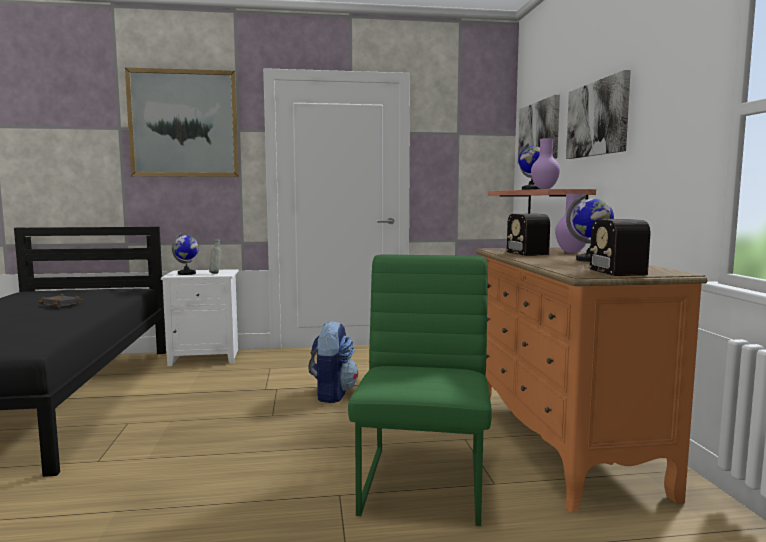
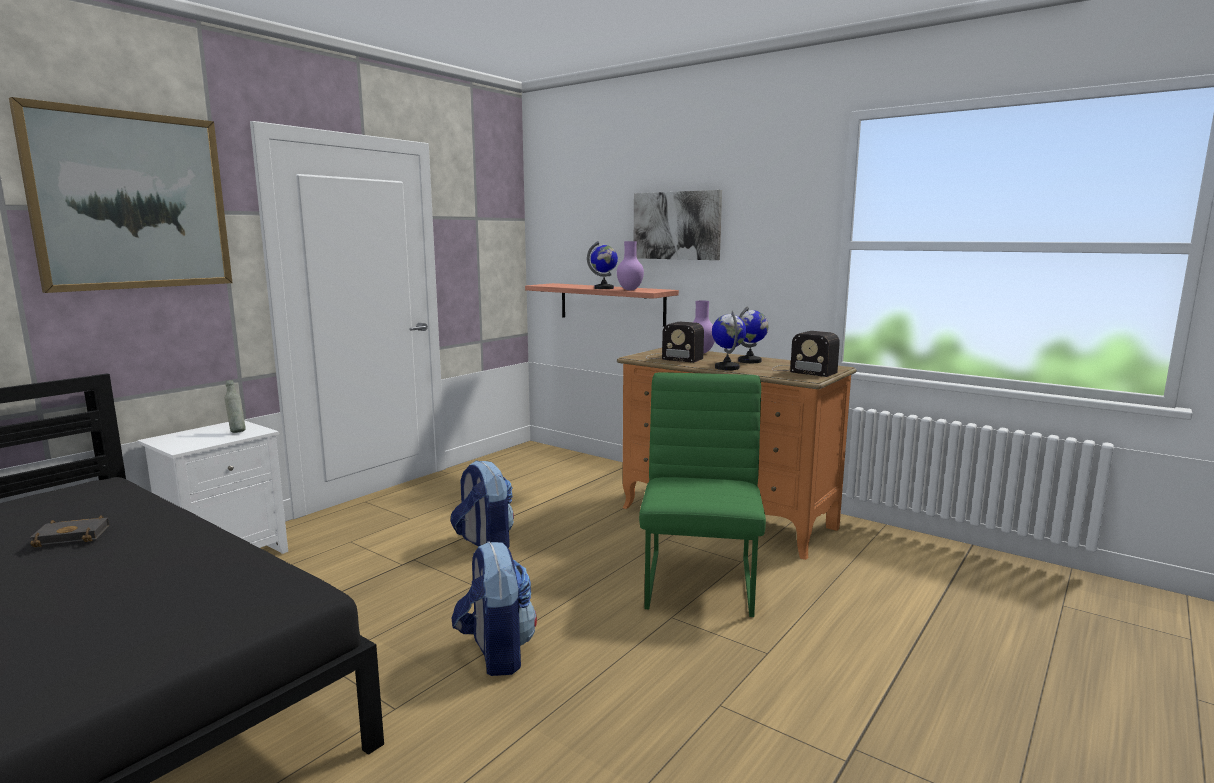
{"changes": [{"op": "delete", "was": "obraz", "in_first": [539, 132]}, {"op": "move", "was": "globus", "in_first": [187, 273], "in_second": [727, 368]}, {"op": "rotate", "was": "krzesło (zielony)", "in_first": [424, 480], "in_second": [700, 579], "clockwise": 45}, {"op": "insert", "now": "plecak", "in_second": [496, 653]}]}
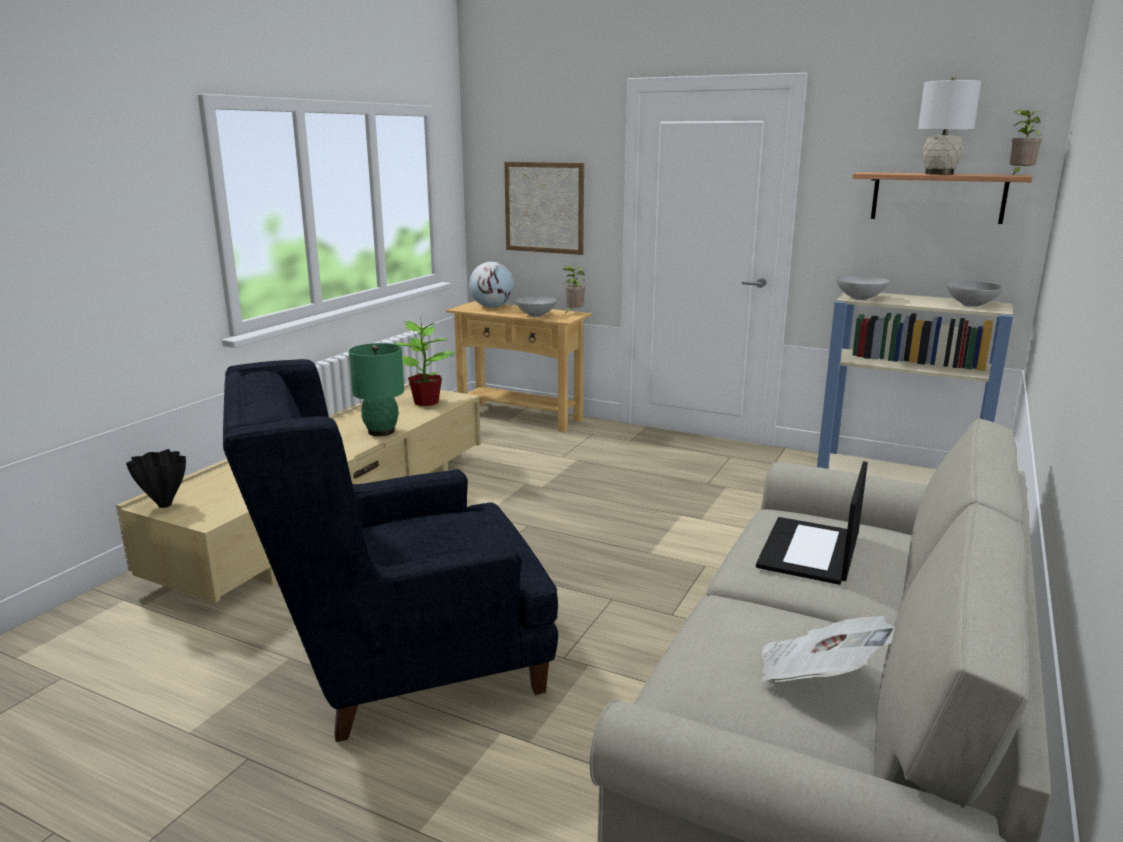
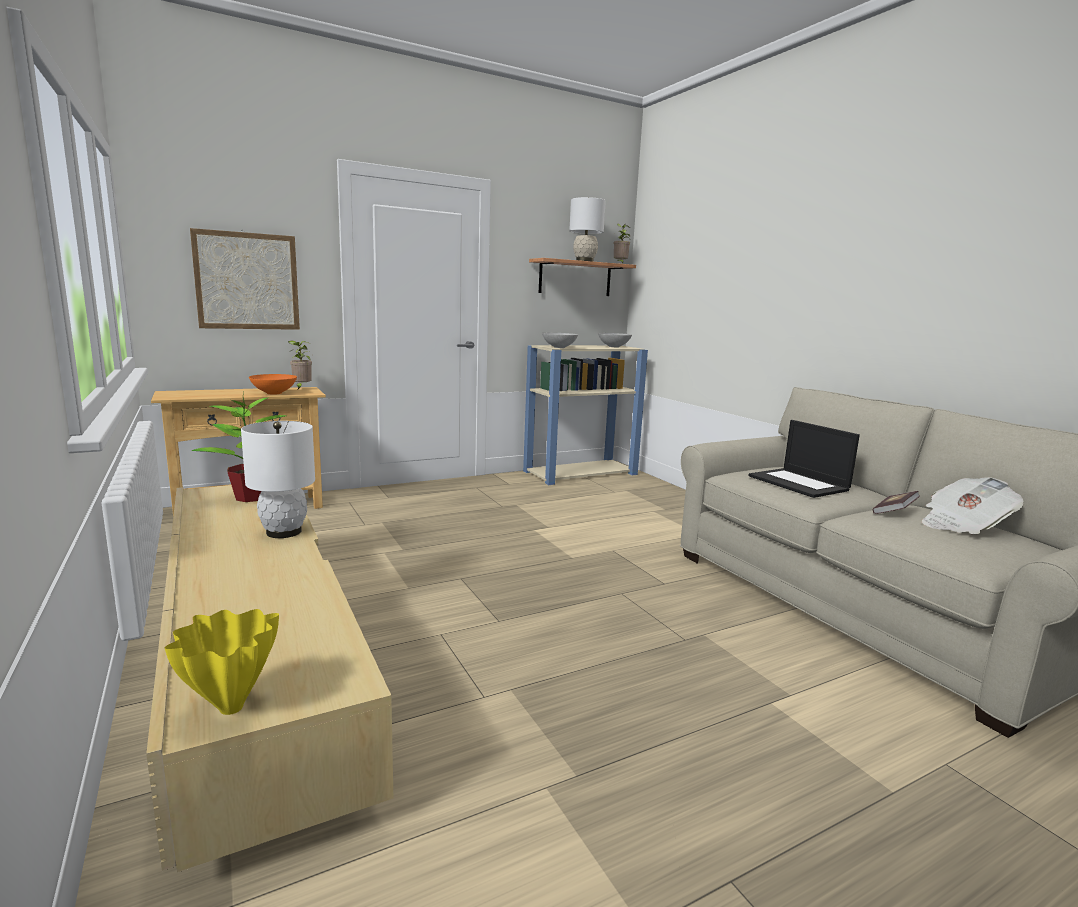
{"changes": [{"op": "delete", "was": "globus", "in_first": [492, 307]}, {"op": "recolor", "was": "miska (szary)", "now": "miska (pomarańczowy)", "in_first": [536, 315], "in_second": [274, 393]}, {"op": "recolor", "was": "lampa stołowa (zielony)", "now": "lampa stołowa (biały)", "in_first": [381, 432], "in_second": [284, 532]}, {"op": "delete", "was": "fotel (niebieski)", "in_first": [400, 664]}, {"op": "recolor", "was": "wazon (czarny)", "now": "wazon (żółty)", "in_first": [164, 505], "in_second": [229, 708]}, {"op": "insert", "now": "książka", "in_second": [894, 512]}]}
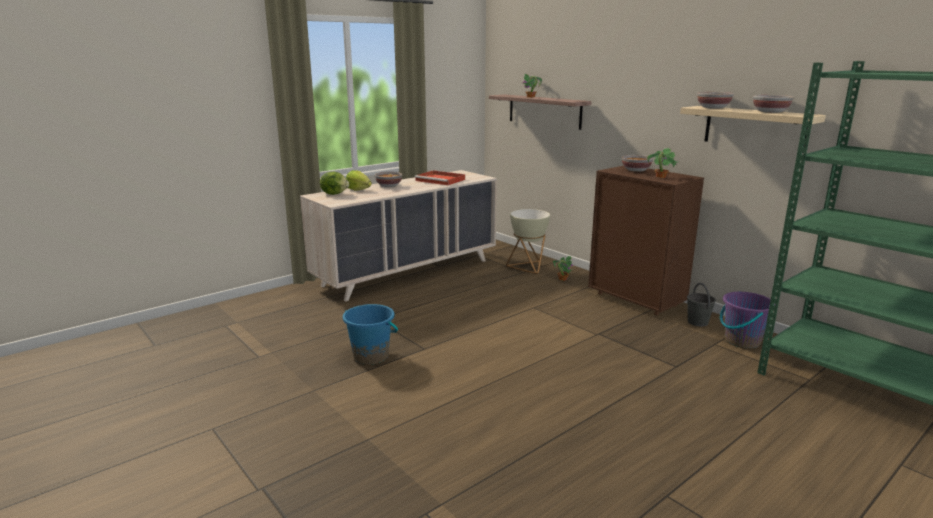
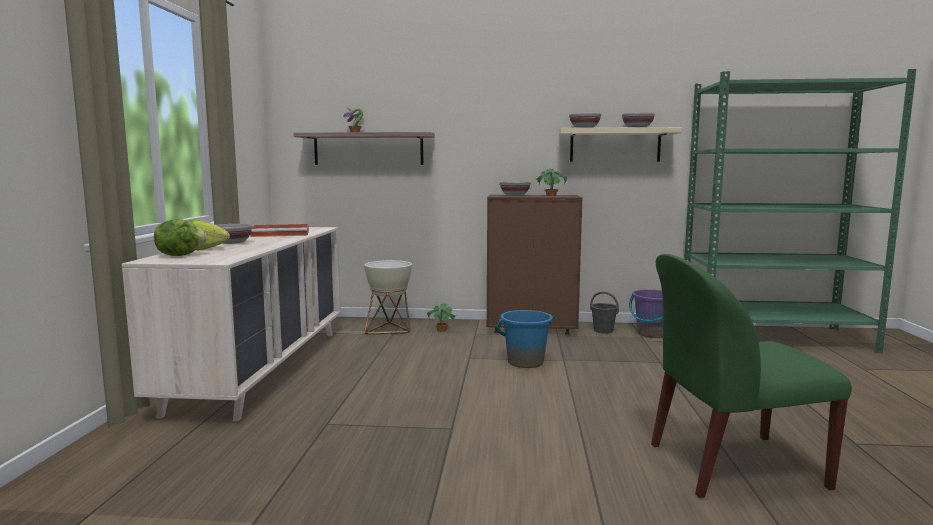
{"changes": [{"op": "move", "was": "wiadro (niebieski)", "in_first": [371, 356], "in_second": [525, 362]}, {"op": "insert", "now": "krzesło (zielony)", "in_second": [731, 466]}]}
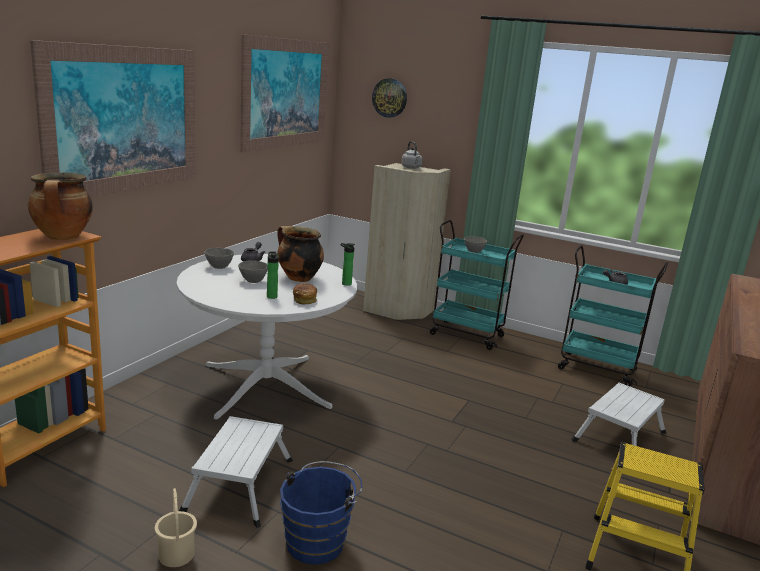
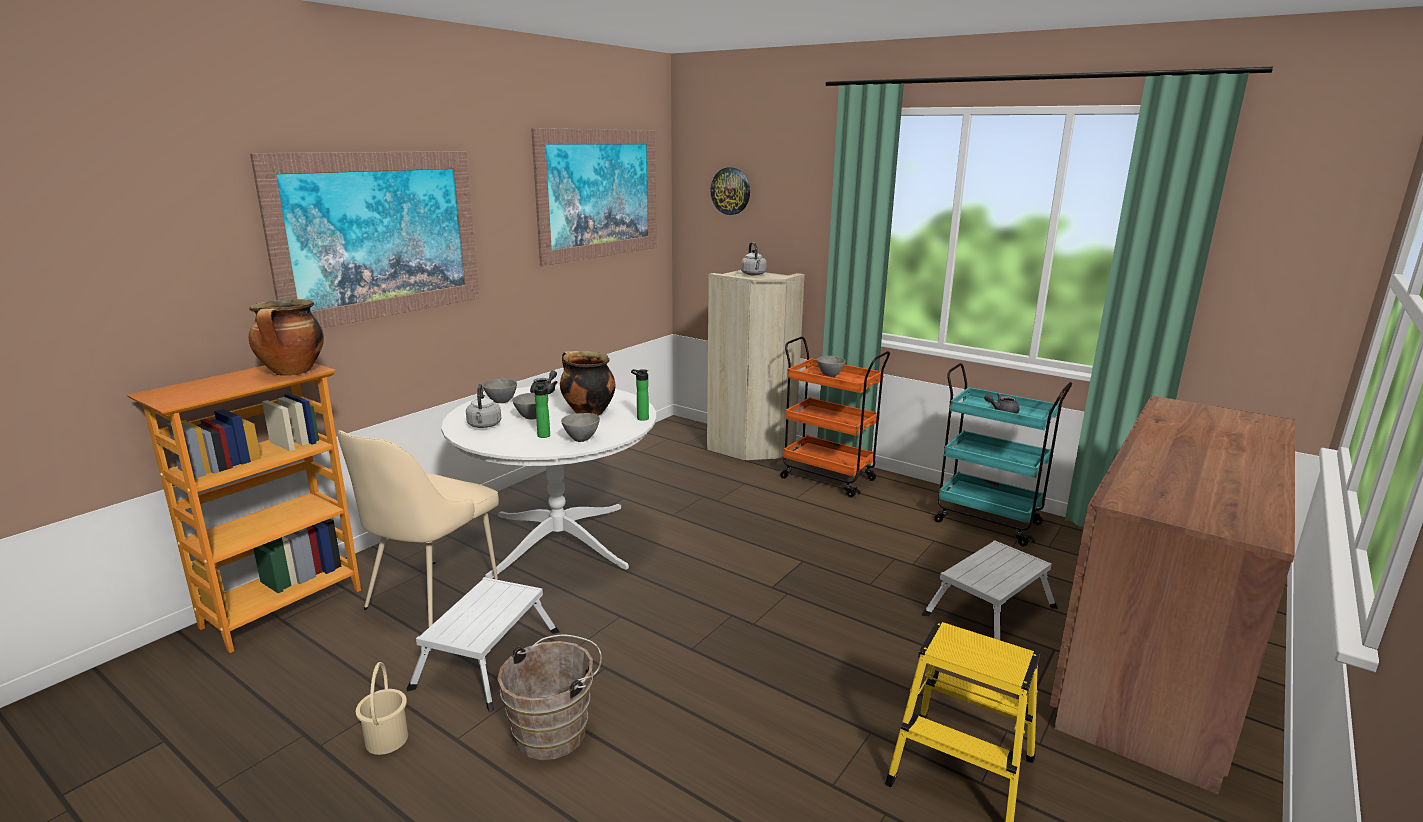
{"changes": [{"op": "recolor", "was": "wózek (turkusowy)", "now": "wózek (pomarańczowy)", "in_first": [467, 335], "in_second": [828, 479]}, {"op": "replace", "was": "chleb", "now": "miska (szary)", "in_first": [305, 300], "in_second": [581, 439]}, {"op": "recolor", "was": "wiadro (niebieski)", "now": "wiadro (brązowy)", "in_first": [318, 540], "in_second": [556, 731]}, {"op": "insert", "now": "czajnik (szary)", "in_second": [484, 426]}, {"op": "insert", "now": "krzesło (beżowy)", "in_second": [432, 595]}]}
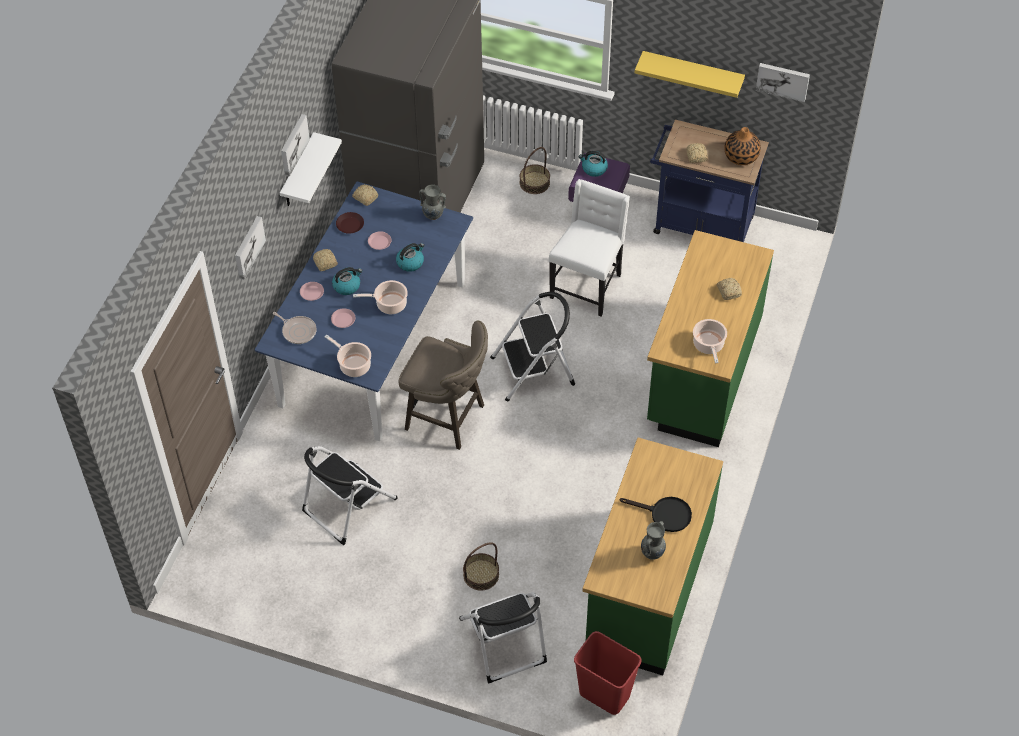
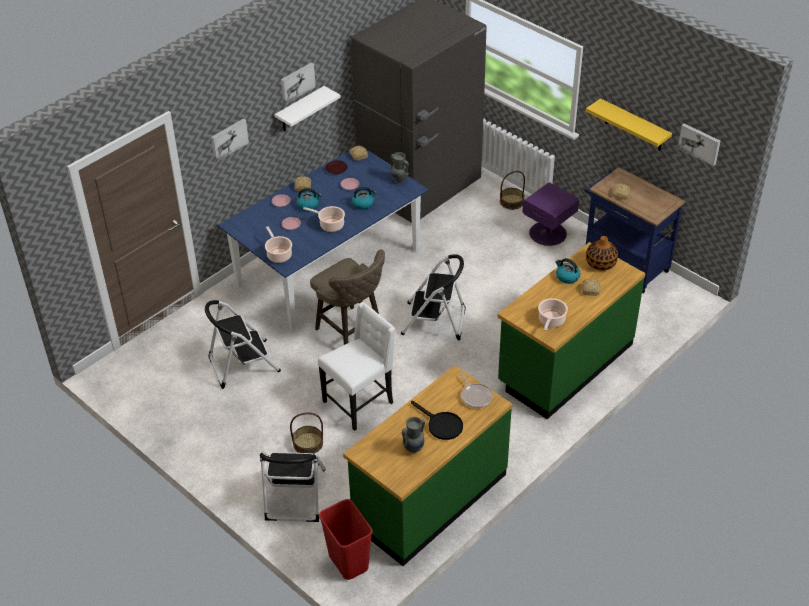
{"changes": [{"op": "move", "was": "wazon", "in_first": [741, 156], "in_second": [600, 263]}, {"op": "move", "was": "czajnik", "in_first": [593, 169], "in_second": [567, 277]}, {"op": "move", "was": "krzesło (biały)", "in_first": [587, 286], "in_second": [360, 402]}, {"op": "move", "was": "patelnia", "in_first": [298, 331], "in_second": [475, 396]}]}
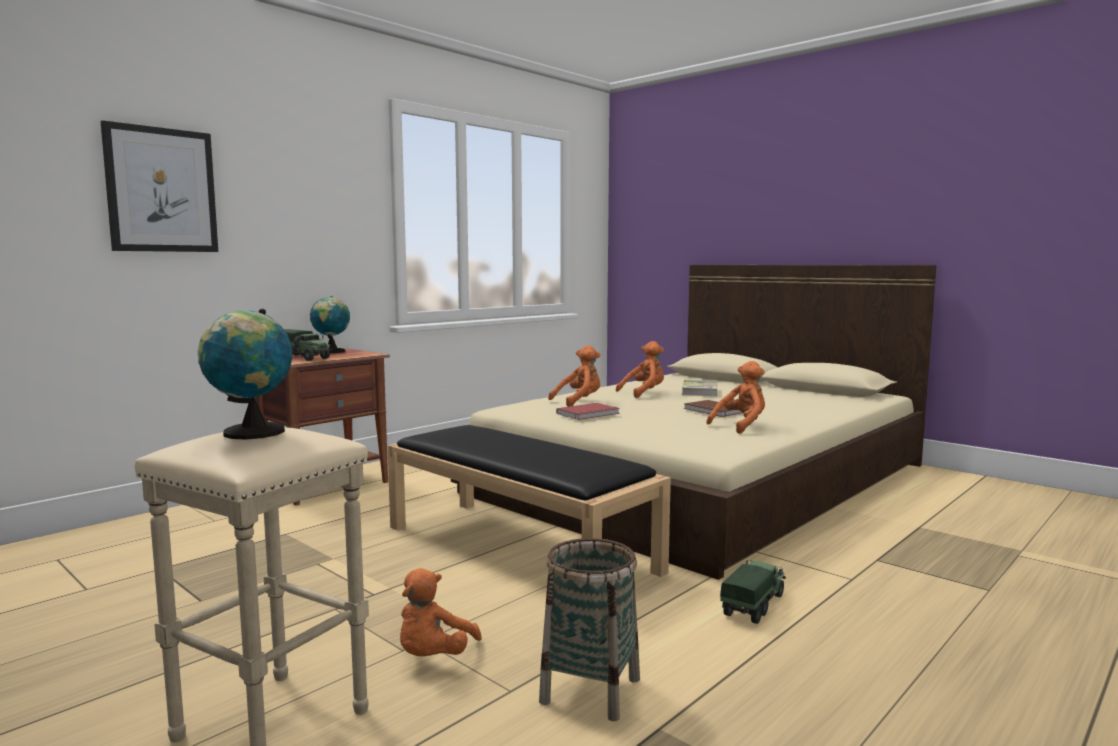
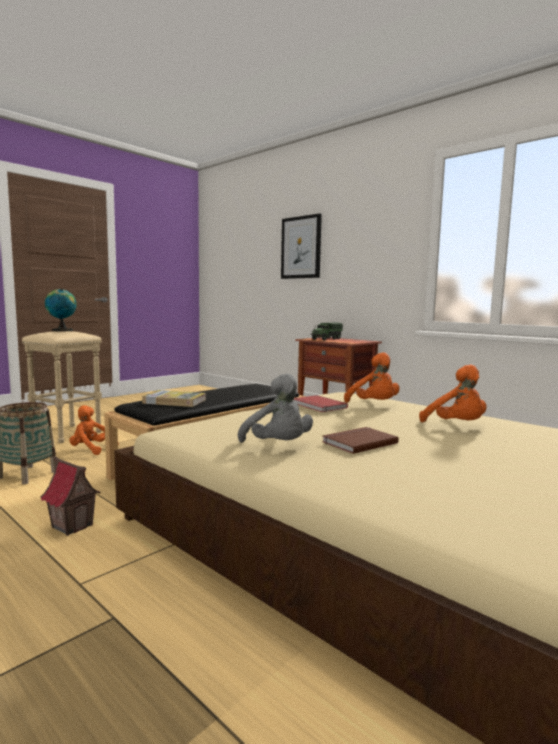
{"changes": [{"op": "delete", "was": "globus", "in_first": [331, 352]}, {"op": "recolor", "was": "pluszak (pomarańczowy)", "now": "pluszak (szary)", "in_first": [741, 426], "in_second": [278, 446]}, {"op": "move", "was": "książka", "in_first": [699, 391], "in_second": [174, 401]}, {"op": "replace", "was": "ciężarówka zabawkowa", "now": "domek", "in_first": [754, 604], "in_second": [72, 526]}]}
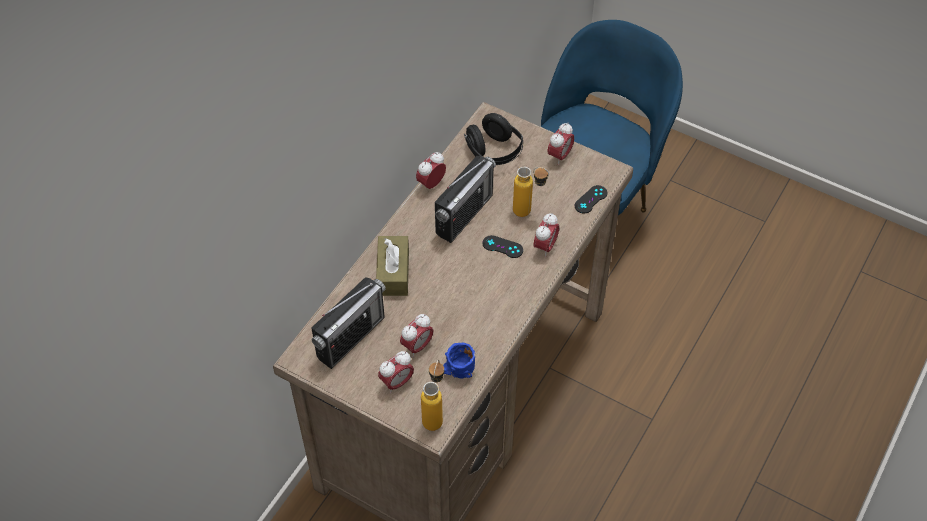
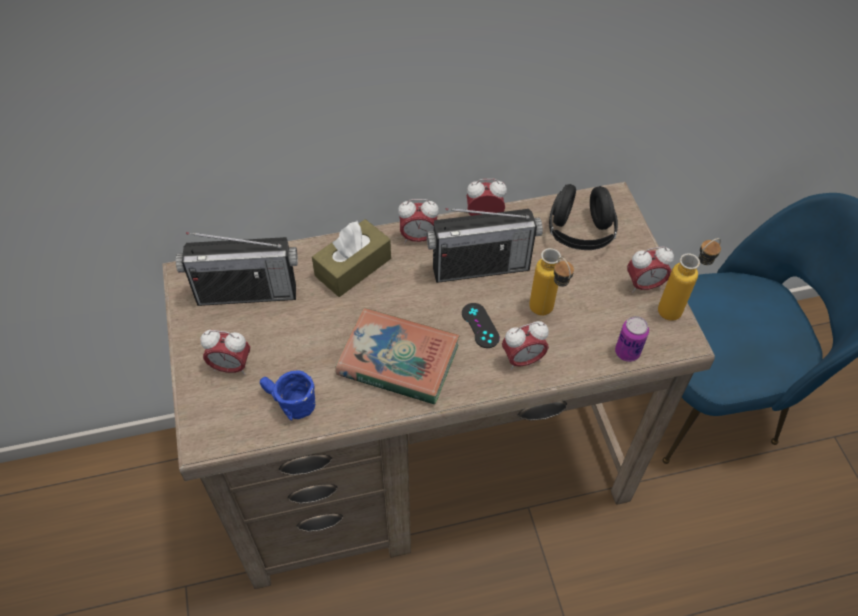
{"changes": [{"op": "replace", "was": "pad do gier (czarny)", "now": "puszka", "in_first": [591, 199], "in_second": [627, 352]}, {"op": "move", "was": "budzik", "in_first": [417, 346], "in_second": [418, 238]}, {"op": "move", "was": "butelka", "in_first": [434, 415], "in_second": [677, 307]}, {"op": "insert", "now": "książka", "in_second": [398, 360]}]}
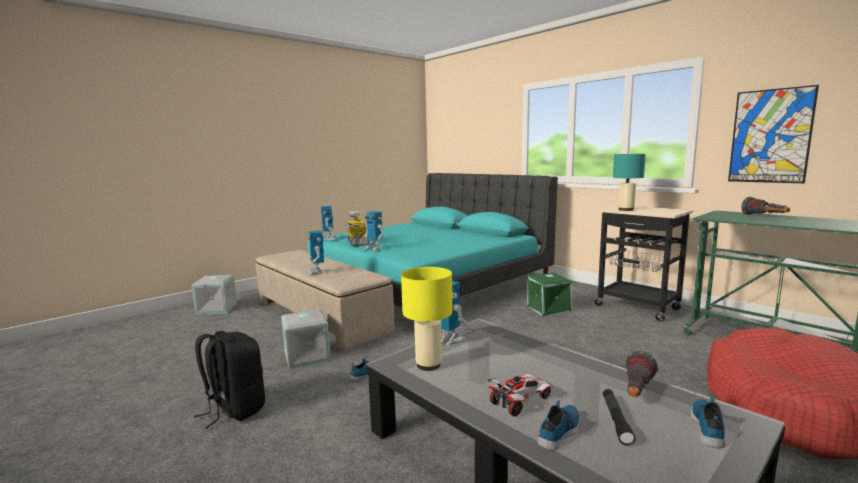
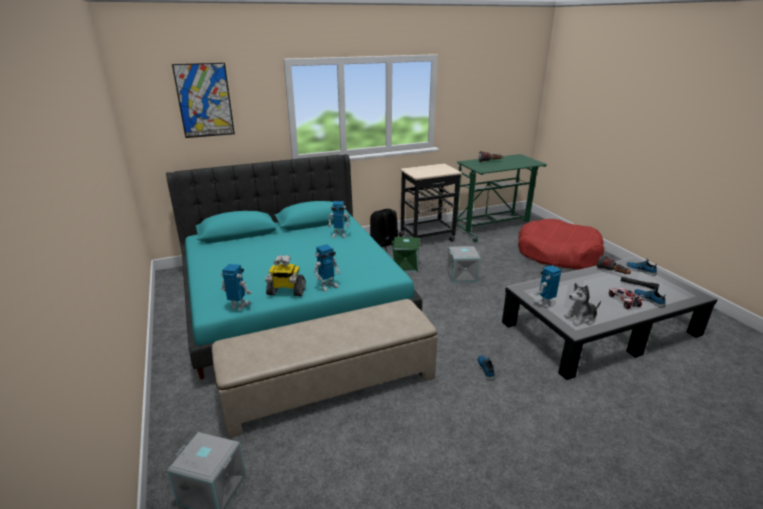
{"changes": [{"op": "move", "was": "obraz", "in_first": [770, 136], "in_second": [204, 100]}, {"op": "delete", "was": "lampa stołowa (turkusowy)", "in_first": [626, 210]}, {"op": "move", "was": "robot zabawkowy", "in_first": [316, 272], "in_second": [339, 235]}, {"op": "replace", "was": "lampa stołowa (żółty)", "now": "pluszak", "in_first": [428, 365], "in_second": [581, 318]}, {"op": "move", "was": "pojemnik do przechowywania (szary)", "in_first": [308, 356], "in_second": [462, 275]}, {"op": "move", "was": "plecak (czarny)", "in_first": [234, 409], "in_second": [384, 245]}]}
